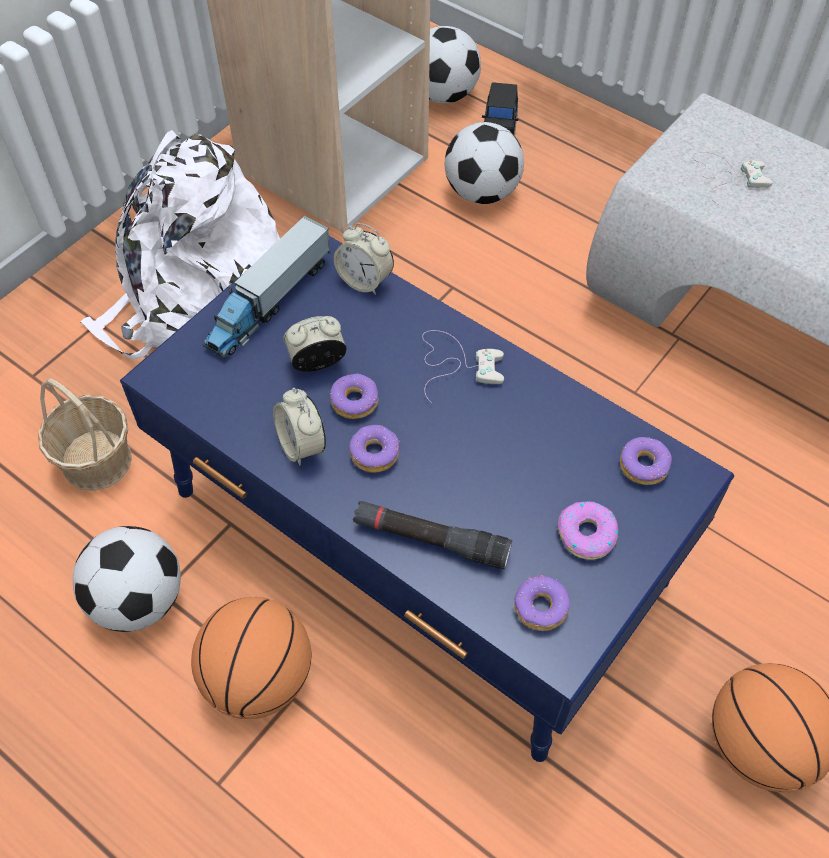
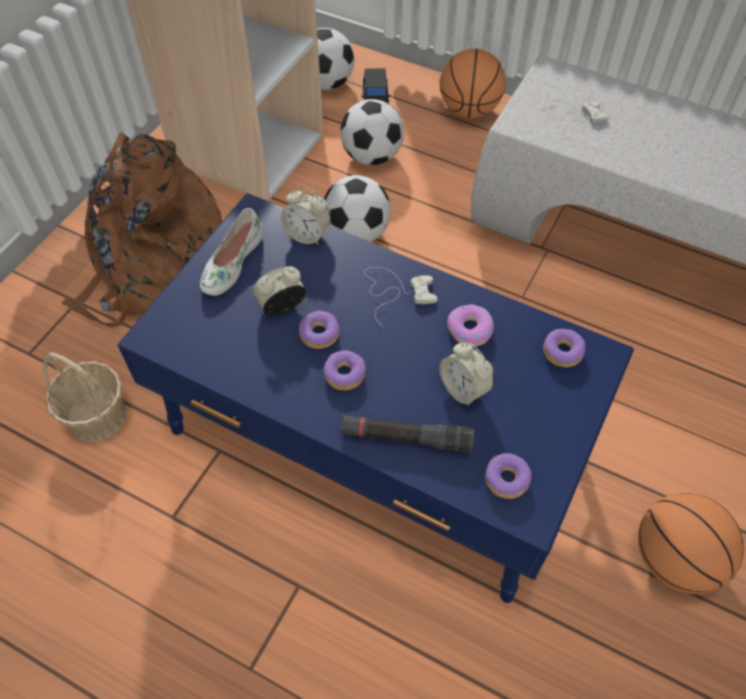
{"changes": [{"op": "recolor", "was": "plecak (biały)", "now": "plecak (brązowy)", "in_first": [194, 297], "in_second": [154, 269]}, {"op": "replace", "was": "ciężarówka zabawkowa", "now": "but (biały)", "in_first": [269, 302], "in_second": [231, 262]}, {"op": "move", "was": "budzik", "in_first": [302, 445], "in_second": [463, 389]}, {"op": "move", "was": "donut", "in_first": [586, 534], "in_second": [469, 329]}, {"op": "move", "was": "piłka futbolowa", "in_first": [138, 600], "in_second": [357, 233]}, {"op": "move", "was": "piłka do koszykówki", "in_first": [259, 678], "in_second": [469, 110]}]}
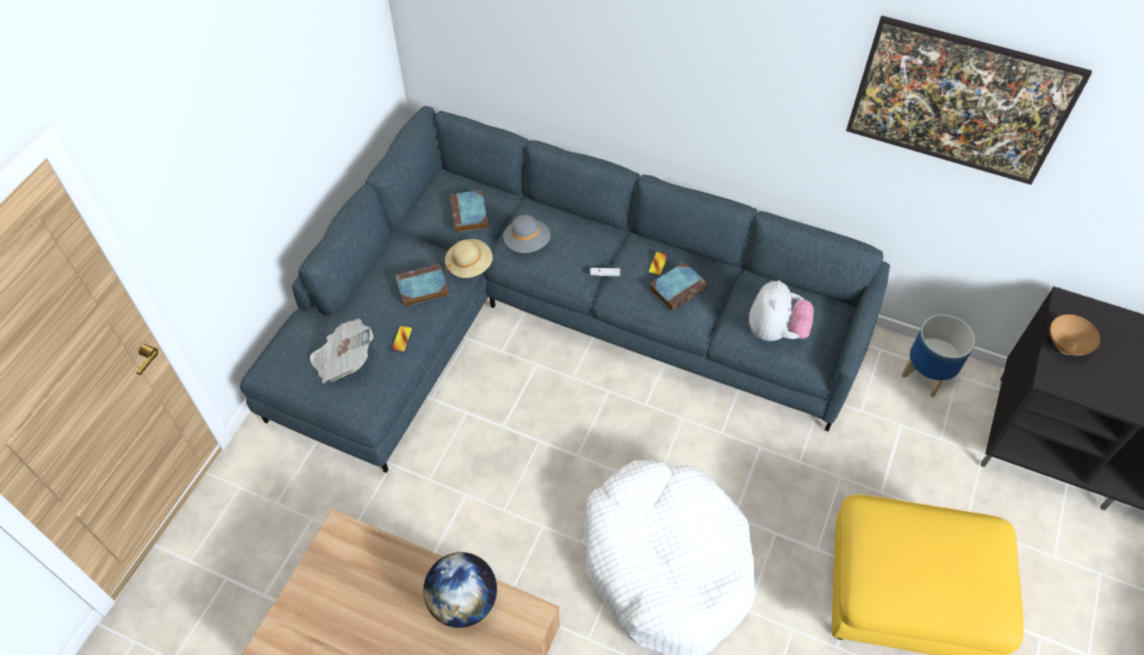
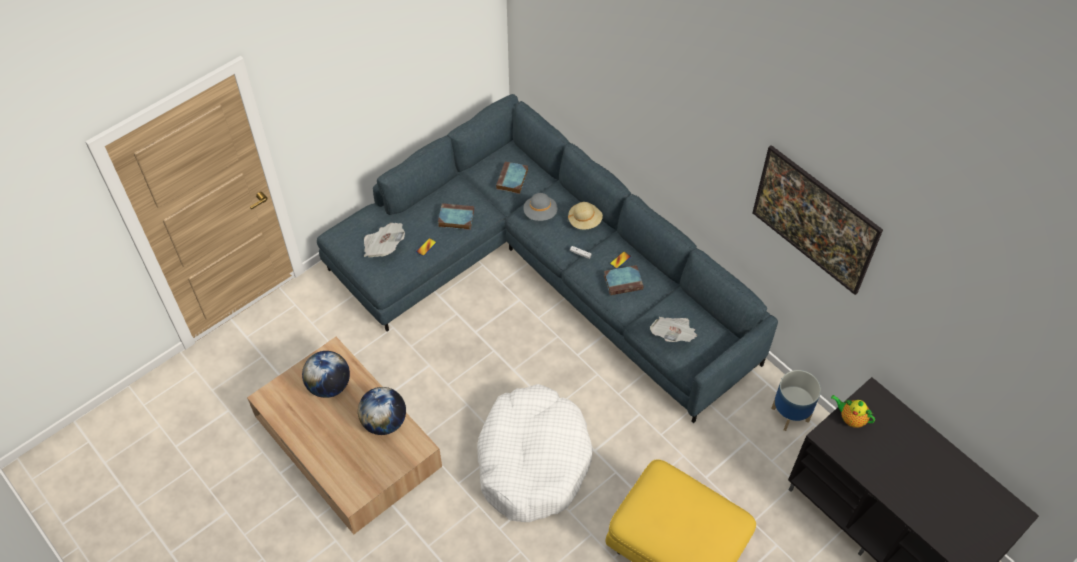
{"changes": [{"op": "move", "was": "kapelusz (beżowy)", "in_first": [469, 265], "in_second": [585, 221]}, {"op": "replace", "was": "pluszak", "now": "gazeta", "in_first": [775, 331], "in_second": [673, 335]}, {"op": "replace", "was": "miska (brązowy)", "now": "imbryk", "in_first": [1066, 346], "in_second": [850, 418]}, {"op": "insert", "now": "globus", "in_second": [329, 385]}]}
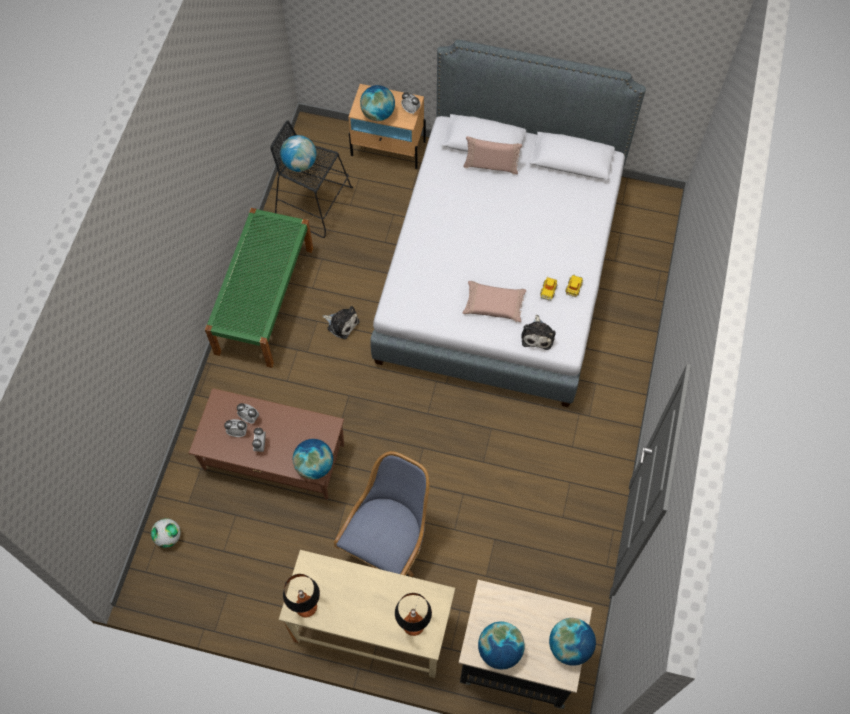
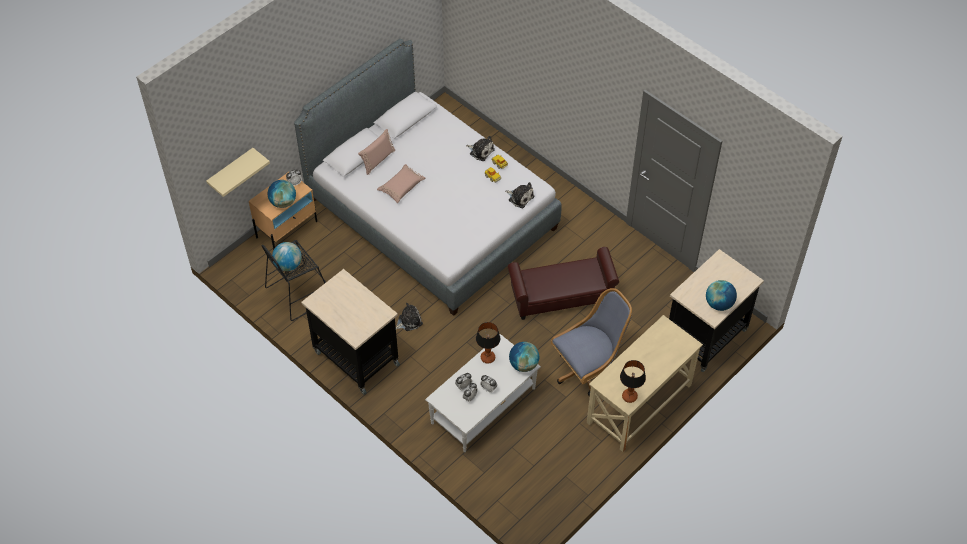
{"changes": [{"op": "replace", "was": "ławka (zielony)", "now": "wózek (czarny)", "in_first": [264, 300], "in_second": [356, 358]}, {"op": "move", "was": "poduszka (beżowy)", "in_first": [494, 304], "in_second": [401, 186]}, {"op": "recolor", "was": "ława (brązowy)", "now": "ława (biały)", "in_first": [274, 457], "in_second": [483, 405]}, {"op": "rotate", "was": "krzesło biurowe (niebieski)", "in_first": [388, 544], "in_second": [588, 369], "clockwise": 90}, {"op": "delete", "was": "piłka futbolowa", "in_first": [168, 537]}, {"op": "move", "was": "lampa stołowa", "in_first": [413, 624], "in_second": [487, 358]}, {"op": "delete", "was": "globus", "in_first": [569, 646]}, {"op": "insert", "now": "pluszak", "in_second": [480, 151]}, {"op": "insert", "now": "półka (beżowy)", "in_second": [231, 171]}, {"op": "insert", "now": "pufa (brązowy)", "in_second": [561, 297]}]}
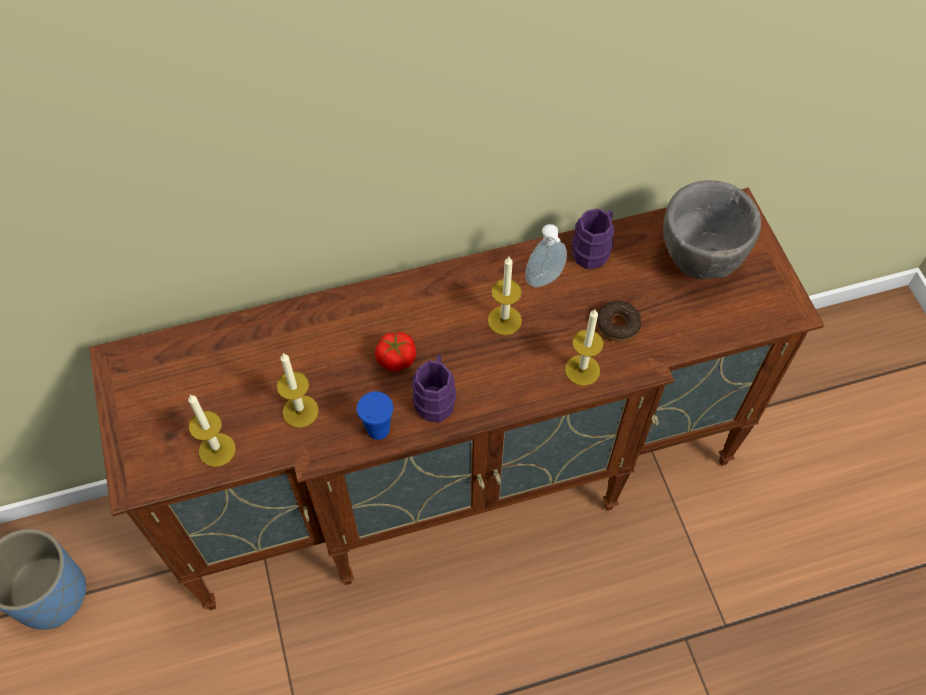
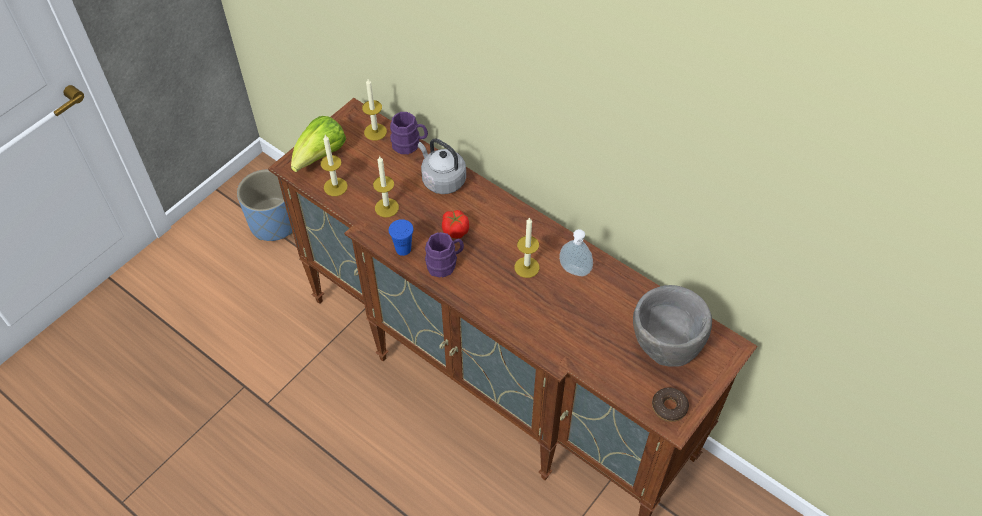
{"changes": [{"op": "move", "was": "kubek (fioletowy)", "in_first": [593, 249], "in_second": [410, 144]}, {"op": "move", "was": "donut", "in_first": [617, 325], "in_second": [669, 407]}, {"op": "move", "was": "świeca", "in_first": [582, 370], "in_second": [375, 132]}, {"op": "insert", "now": "sałata", "in_second": [320, 157]}, {"op": "insert", "now": "czajnik (szary)", "in_second": [442, 180]}]}
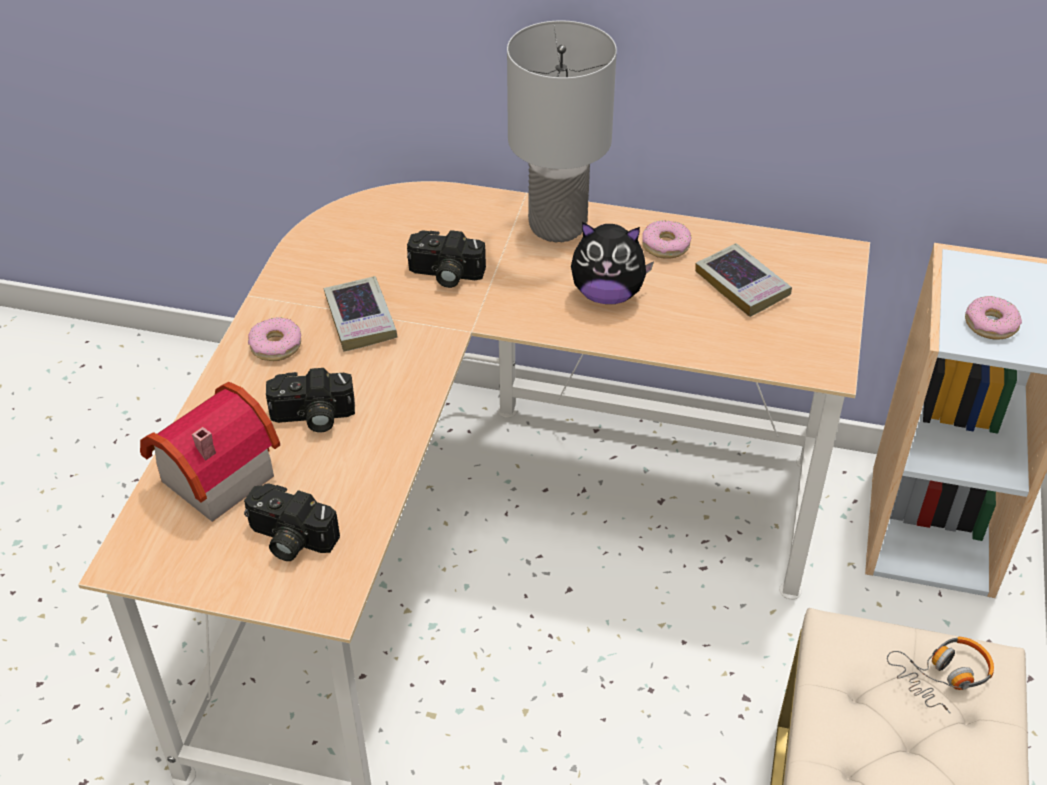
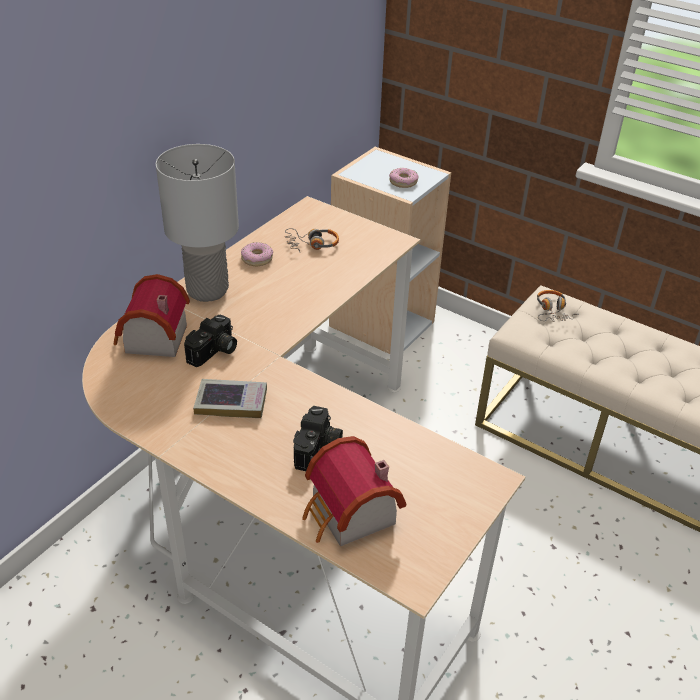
{"changes": [{"op": "delete", "was": "pluszak", "in_first": [607, 294]}, {"op": "replace", "was": "książka", "now": "słuchawki", "in_first": [742, 285], "in_second": [312, 244]}, {"op": "delete", "was": "donut", "in_first": [275, 345]}, {"op": "delete", "was": "aparat fotograficzny", "in_first": [289, 539]}, {"op": "insert", "now": "domek", "in_second": [151, 340]}]}
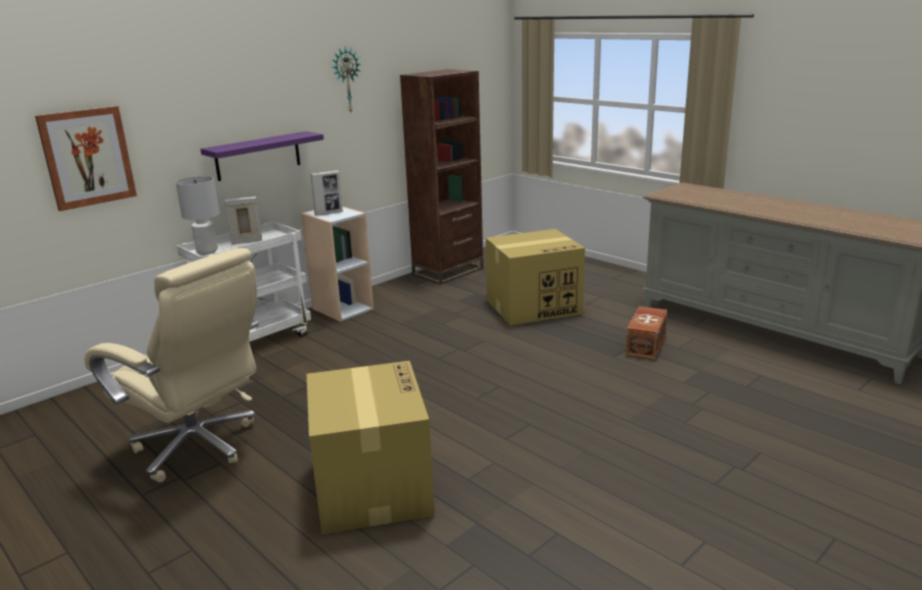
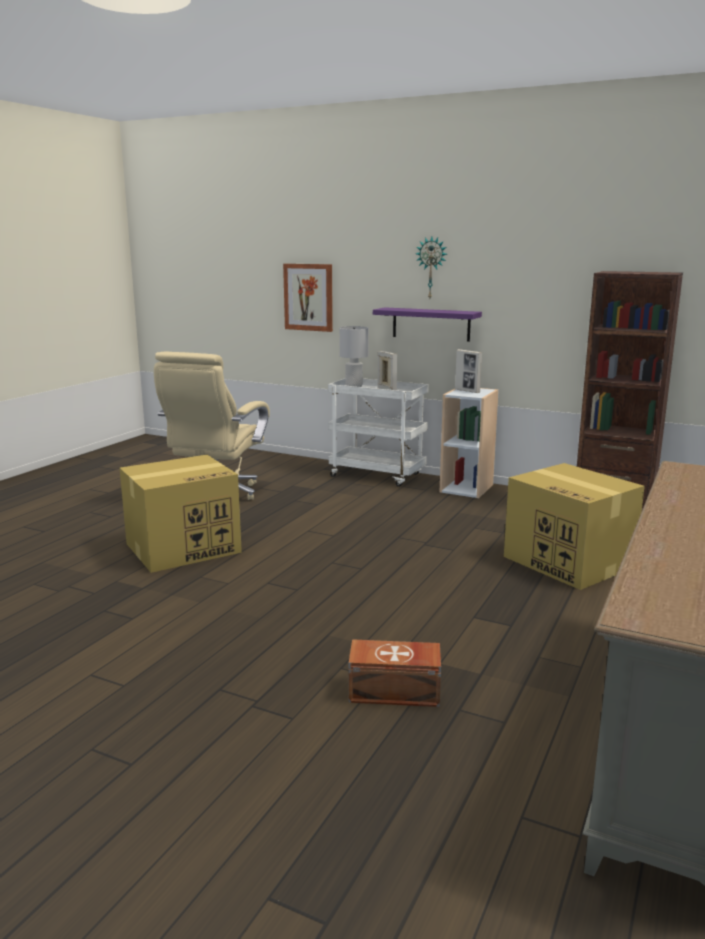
{"changes": [{"op": "move", "was": "zegar ścienny", "in_first": [346, 80], "in_second": [431, 268]}, {"op": "move", "was": "pojemnik do przechowywania (brązowy)", "in_first": [647, 344], "in_second": [395, 692]}]}
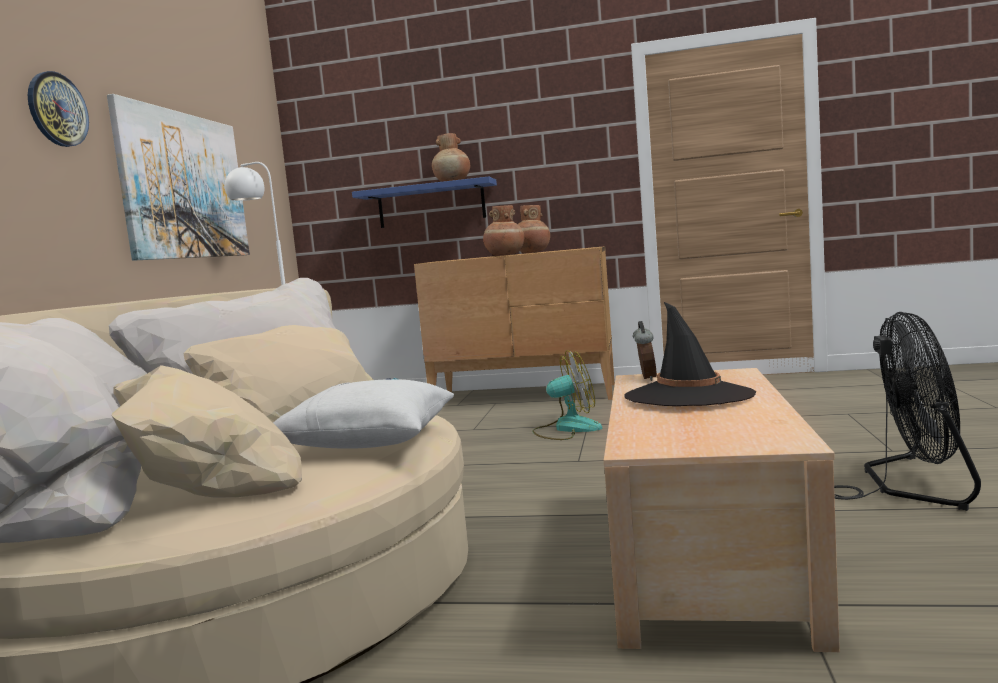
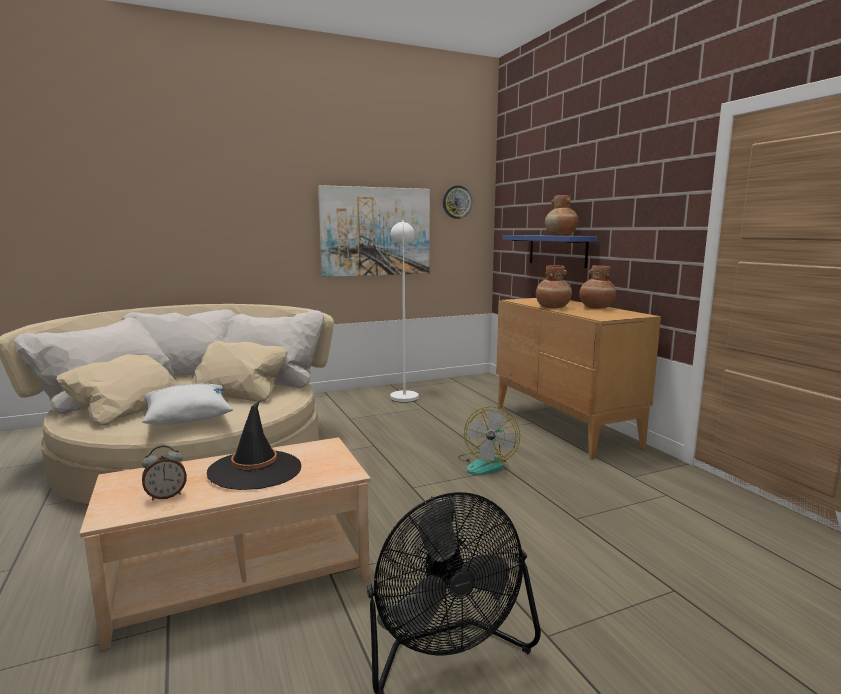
{"changes": [{"op": "move", "was": "zegar ścienny", "in_first": [57, 109], "in_second": [457, 202]}, {"op": "move", "was": "budzik", "in_first": [646, 378], "in_second": [166, 496]}, {"op": "rotate", "was": "wentylator", "in_first": [566, 429], "in_second": [486, 464], "clockwise": 60}]}
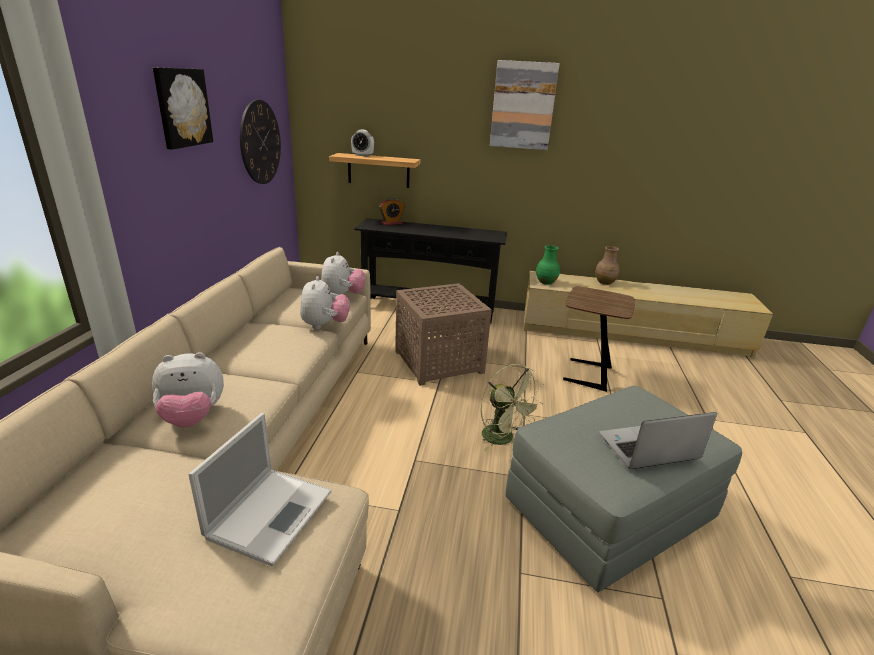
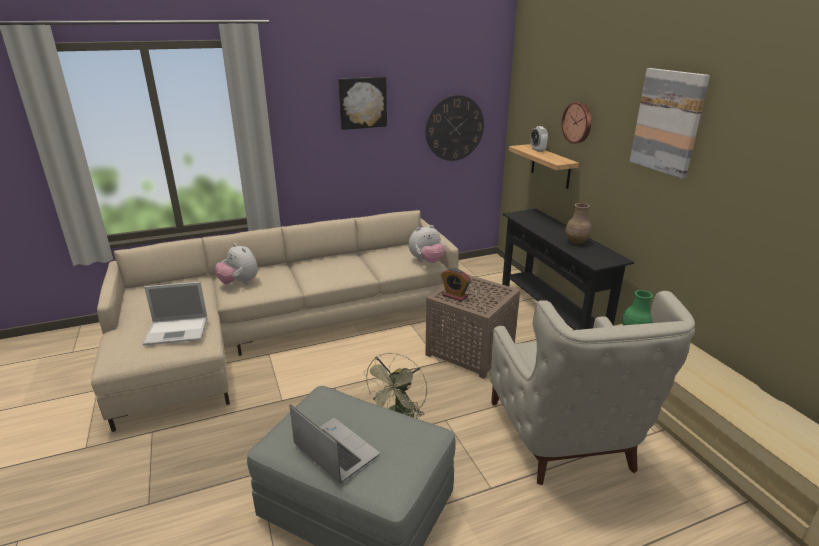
{"changes": [{"op": "move", "was": "budzik", "in_first": [391, 223], "in_second": [454, 296]}, {"op": "move", "was": "wazon (brązowy)", "in_first": [605, 282], "in_second": [576, 242]}, {"op": "delete", "was": "pluszak", "in_first": [324, 325]}, {"op": "replace", "was": "stolik (brązowy)", "now": "fotel (beżowy)", "in_first": [585, 374], "in_second": [565, 440]}, {"op": "insert", "now": "zegar ścienny", "in_second": [578, 122]}]}
